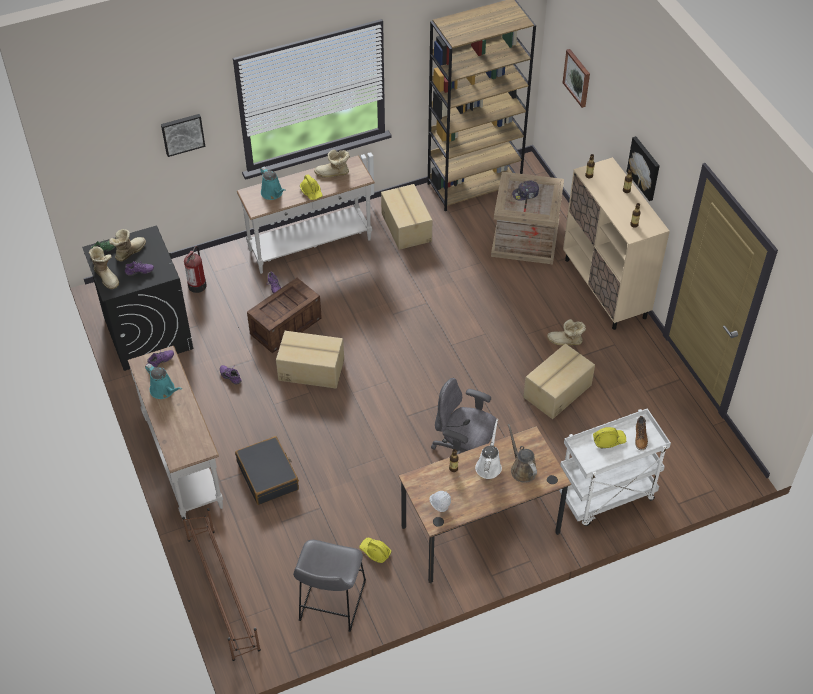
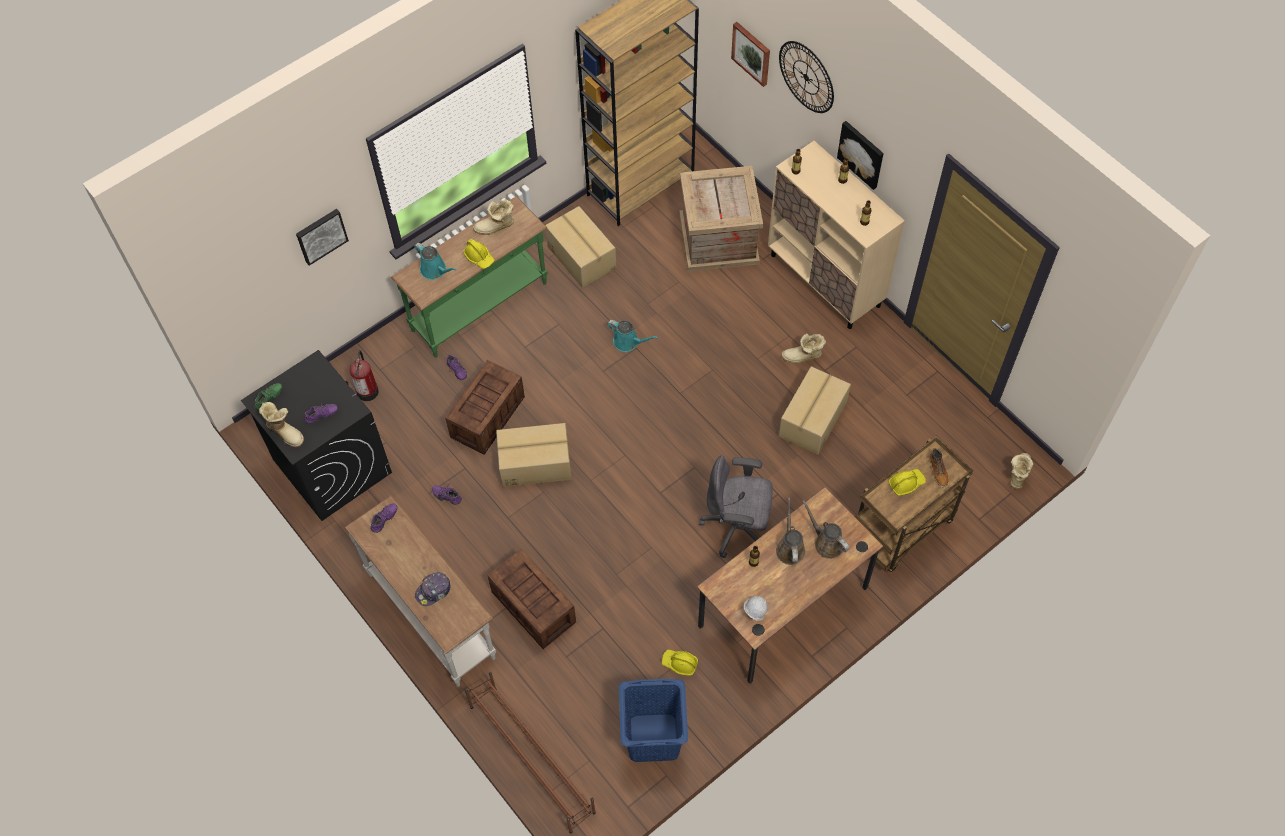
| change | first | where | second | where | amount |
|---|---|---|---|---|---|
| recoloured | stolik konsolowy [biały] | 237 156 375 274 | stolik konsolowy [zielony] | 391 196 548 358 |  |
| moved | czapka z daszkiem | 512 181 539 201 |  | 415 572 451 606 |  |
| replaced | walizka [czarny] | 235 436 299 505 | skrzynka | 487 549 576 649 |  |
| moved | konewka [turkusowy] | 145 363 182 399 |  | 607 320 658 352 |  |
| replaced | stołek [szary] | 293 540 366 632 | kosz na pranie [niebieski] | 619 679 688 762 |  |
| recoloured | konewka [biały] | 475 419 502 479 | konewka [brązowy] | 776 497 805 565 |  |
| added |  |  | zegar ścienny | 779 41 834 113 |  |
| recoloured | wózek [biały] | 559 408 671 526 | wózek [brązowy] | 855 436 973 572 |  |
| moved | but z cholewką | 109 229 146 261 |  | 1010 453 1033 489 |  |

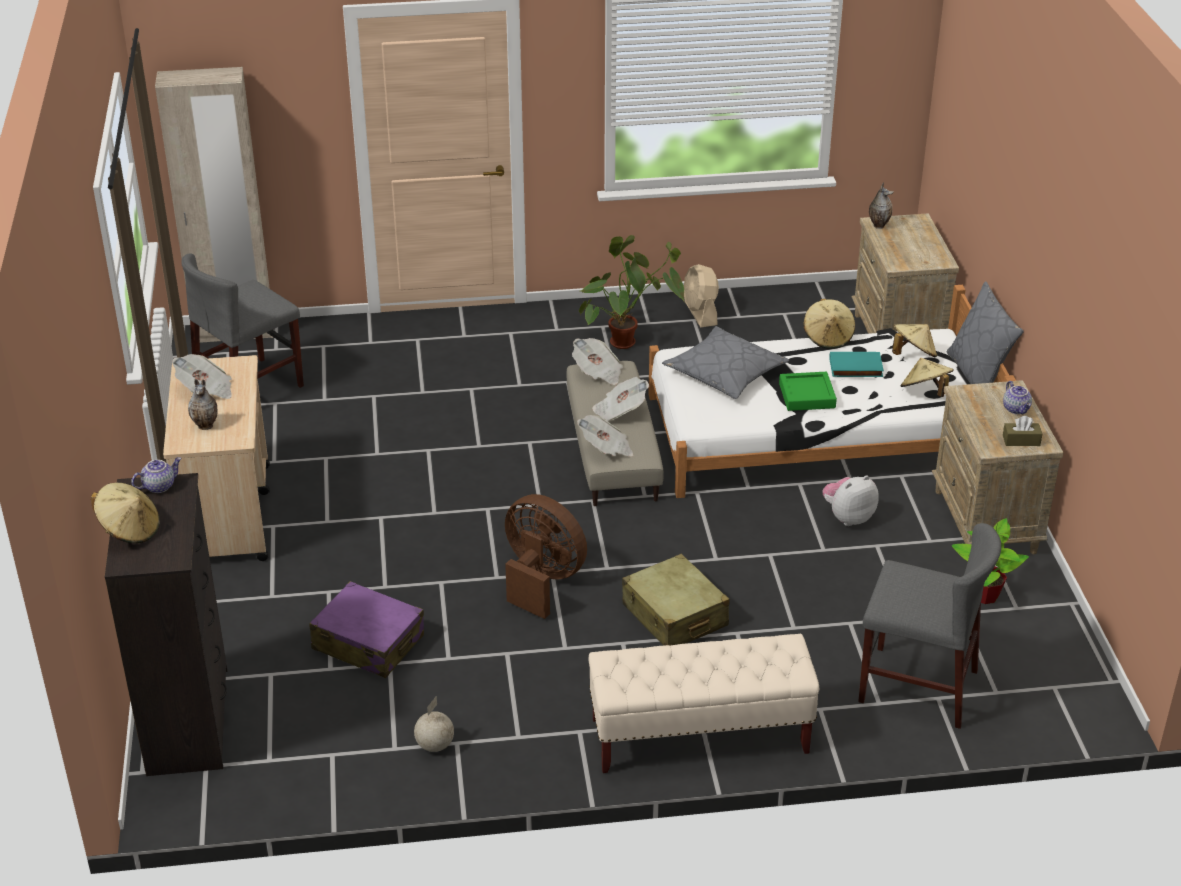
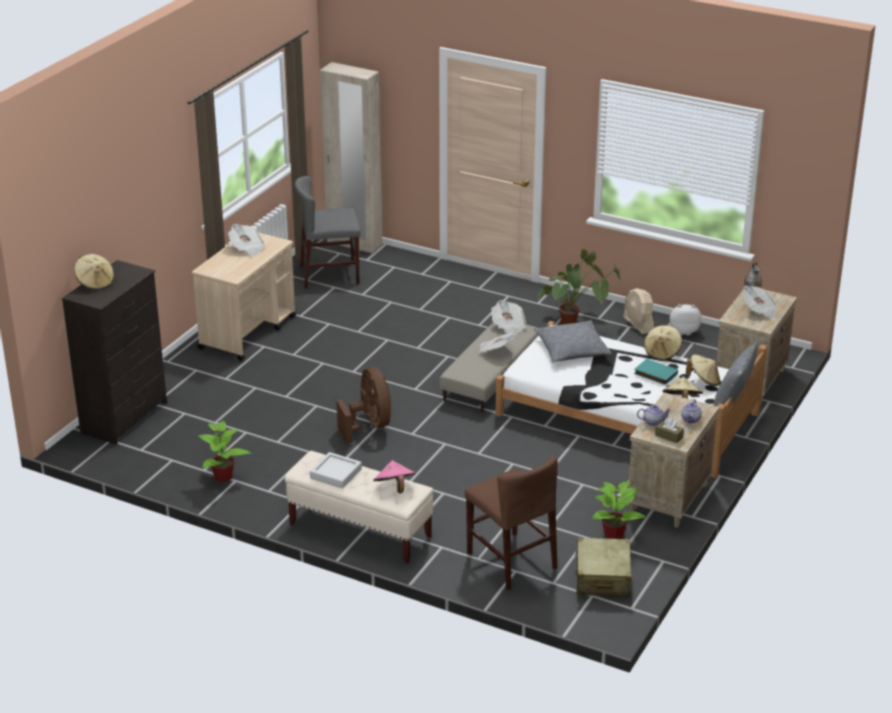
| change | first | where | second | where | amount |
|---|---|---|---|---|---|
| replaced | globus | 414 695 454 752 | roślina doniczkowa | 198 421 252 482 |  |
| added |  |  | taca [szary] | 310 452 362 489 |  |
| added |  |  | kapelusz [różowy] | 373 460 416 493 |  |
| recoloured | krzesło [szary] | 858 523 1001 729 | krzesło [brązowy] | 465 456 558 590 |  |
| moved | walizka [beżowy] | 622 554 729 646 |  | 575 538 632 597 |  |
| turned | wentylator [beżowy] | 684 264 719 328 |  | 623 288 654 334 | 45 degrees counterclockwise |
| moved | imbryk | 131 457 182 493 |  | 637 405 671 426 |  |
| moved | pluszak | 822 475 879 526 |  | 669 304 702 335 |  |
| moved | gazeta | 577 415 633 456 |  | 743 286 779 320 |  |
| removed | wazon | 188 379 218 430 |  |  |  |
| removed | walizka [fioletowy] | 309 581 424 678 |  |  |  |
| removed | taca [zielony] | 779 372 837 411 |  |  |  |

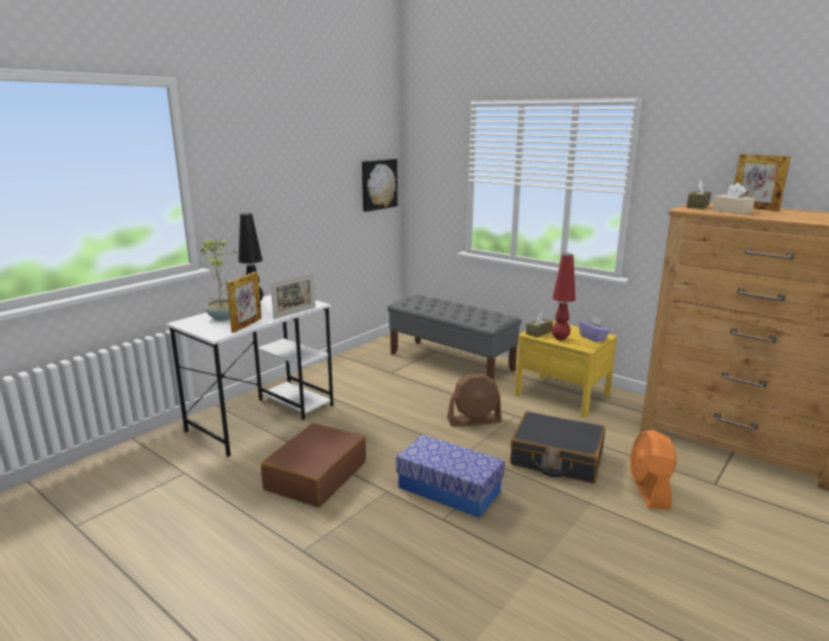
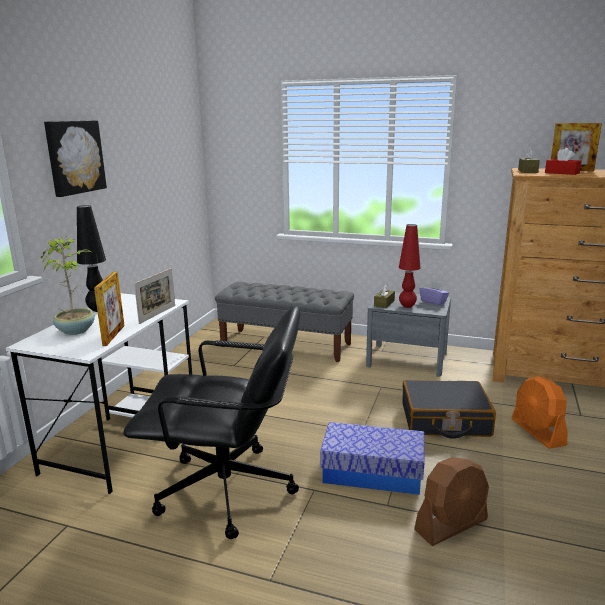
| change | first | where | second | where | amount |
|---|---|---|---|---|---|
| moved | obraz | 362 159 398 212 |  | 44 120 107 197 |  |
| replaced | walizka [brązowy] | 261 423 366 507 | krzesło biurowe [czarny] | 123 306 300 539 |  |
| recoloured | szafka nocna [żółty] | 515 320 617 417 | szafka nocna [szary] | 366 291 451 377 |  |
| moved | wentylator [brązowy] | 447 373 502 426 |  | 414 457 489 546 |  |
| recoloured | pudełko chusteczek [beżowy] | 712 183 755 214 | pudełko chusteczek [czerwony] | 545 148 582 175 |  |

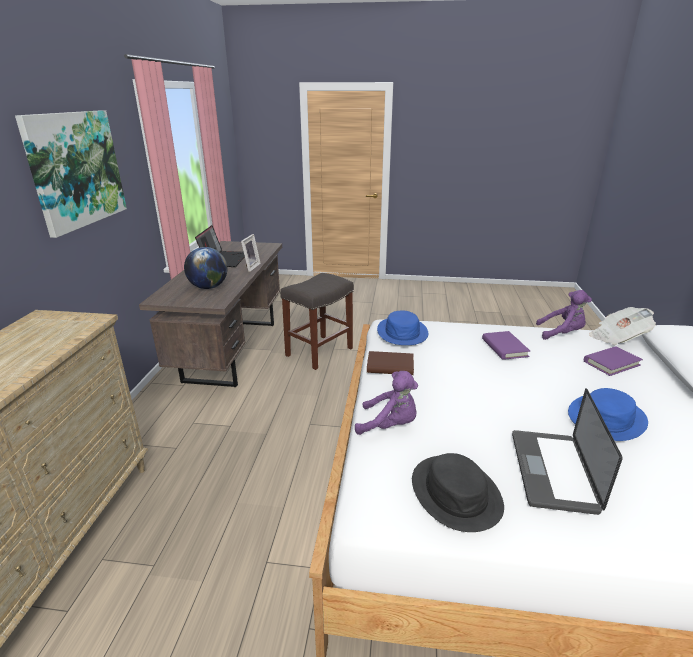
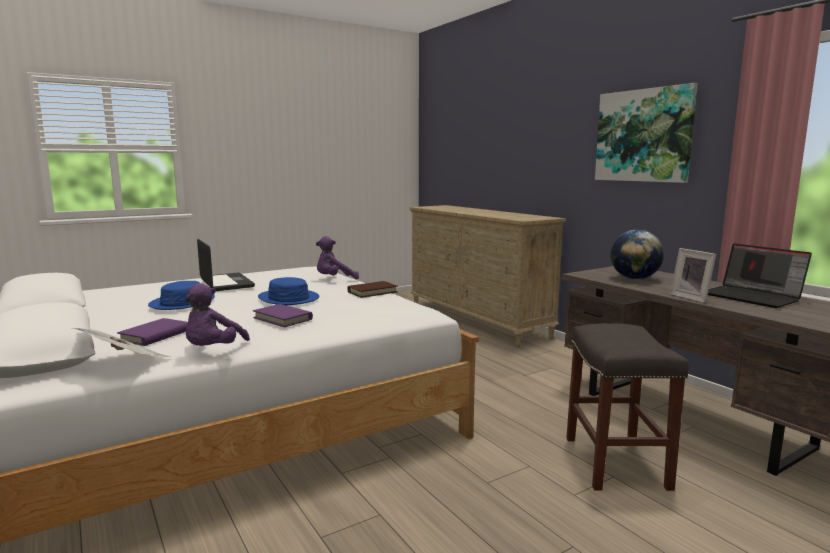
| change | first | where | second | where | amount |
|---|---|---|---|---|---|
| turned | pluszak [fioletowy] | 536 290 592 340 |  | 185 283 250 346 | 45 degrees counterclockwise |
| moved | kapelusz [niebieski] | 377 311 428 345 |  | 258 277 319 305 |  |
| removed | kapelusz [czarny] | 412 453 504 532 |  |  |  |

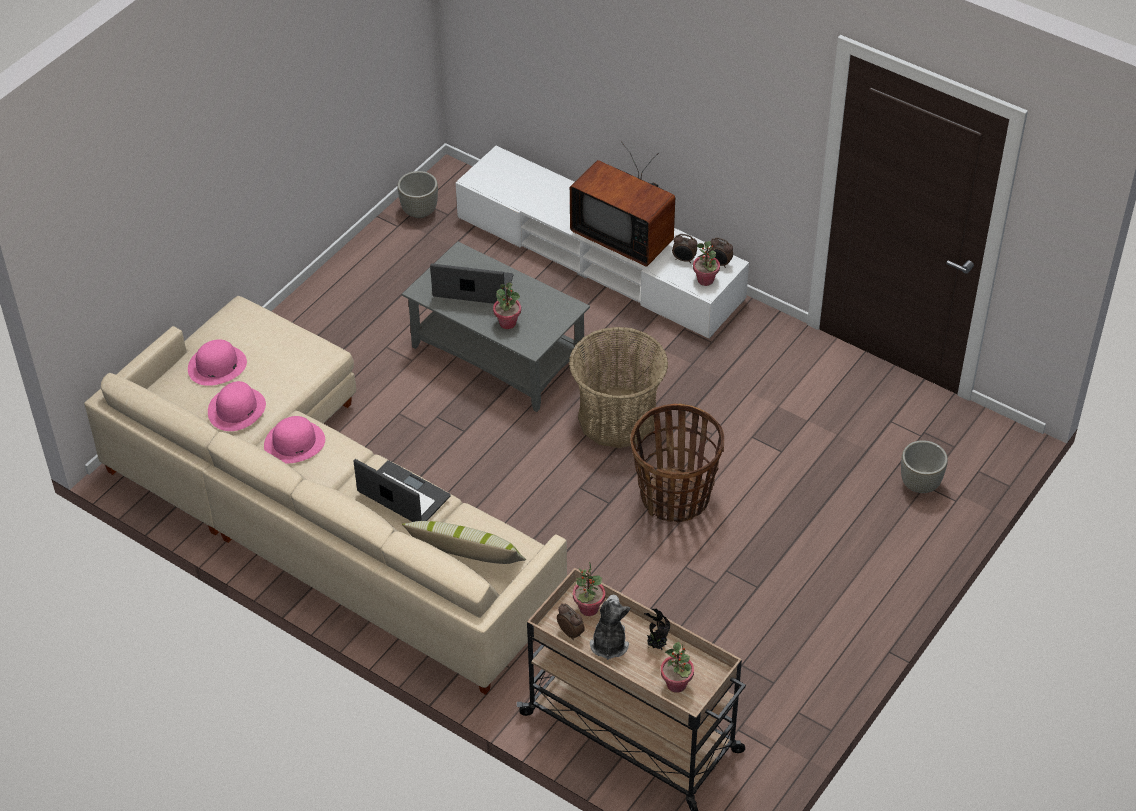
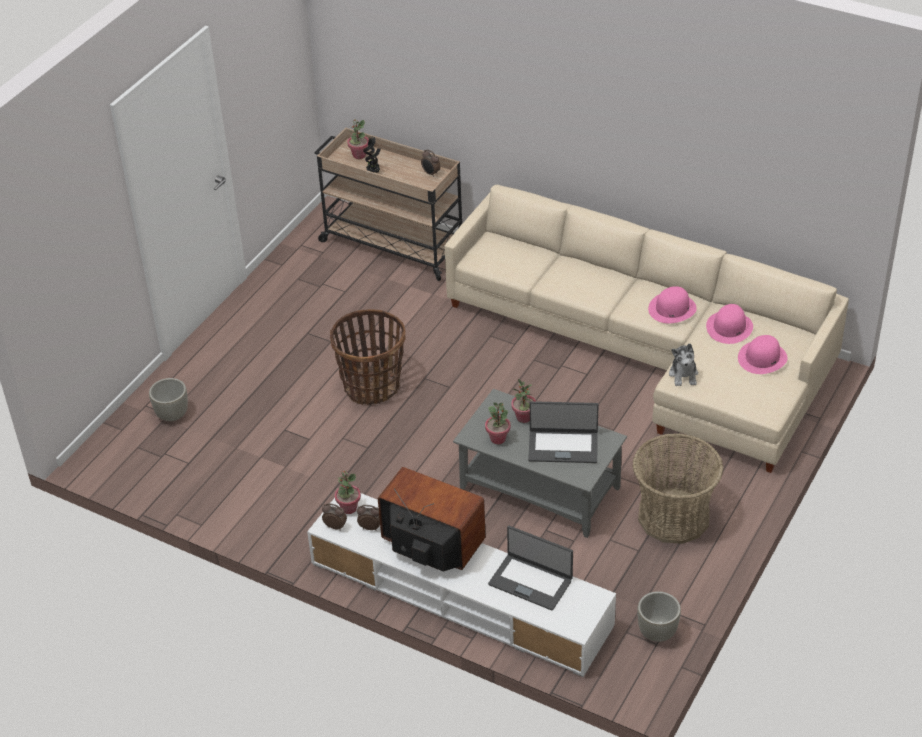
| change | first | where | second | where | amount |
|---|---|---|---|---|---|
| moved | roślina doniczkowa | 573 562 605 616 |  | 485 402 511 444 |  |
| moved | laptop | 353 459 451 522 |  | 488 526 573 611 |  |
| moved | koszyk | 569 327 668 448 |  | 633 433 724 544 |  |
| moved | pluszak | 590 595 630 660 |  | 669 343 698 386 |  |
| removed | poduszka | 402 521 526 564 |  |  |  |

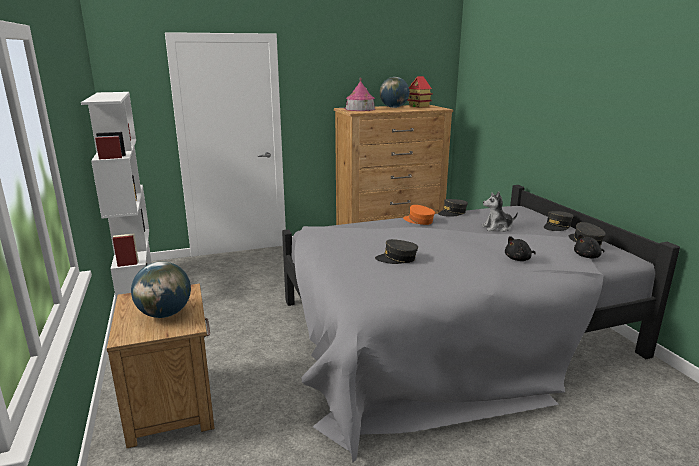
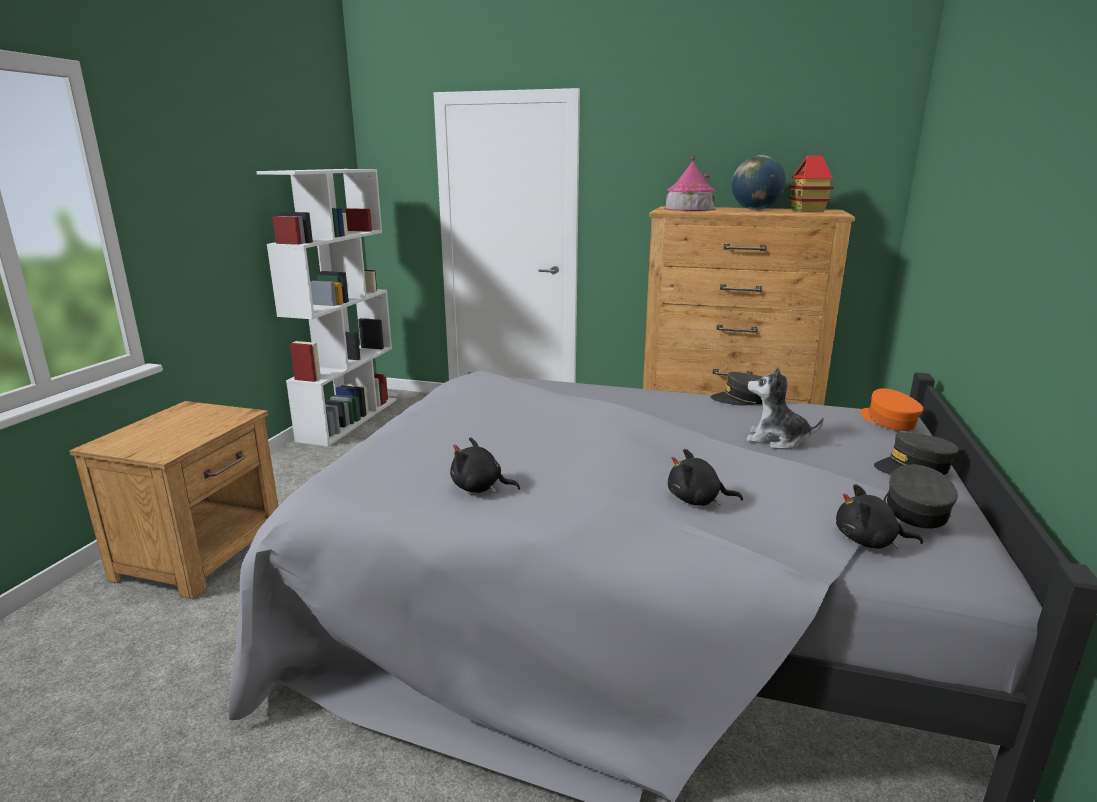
| change | first | where | second | where | amount |
|---|---|---|---|---|---|
| added |  |  | pluszak [czarny] | 450 437 520 493 |  |
| moved | czapka z daszkiem [pomarańczowy] | 403 205 435 225 |  | 860 388 923 431 |  |
| removed | globus | 131 261 191 318 |  |  |  |
| removed | czapka z daszkiem [szary] | 375 239 418 264 |  |  |  |

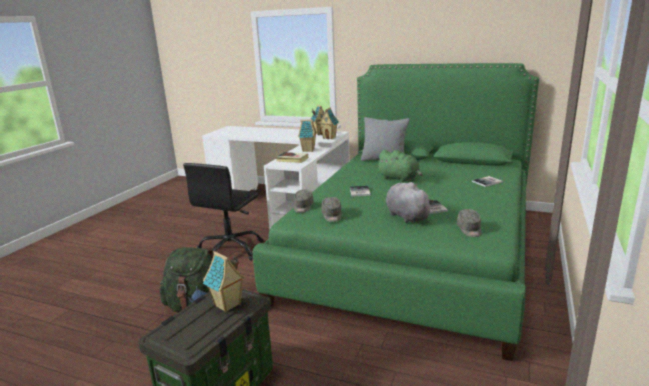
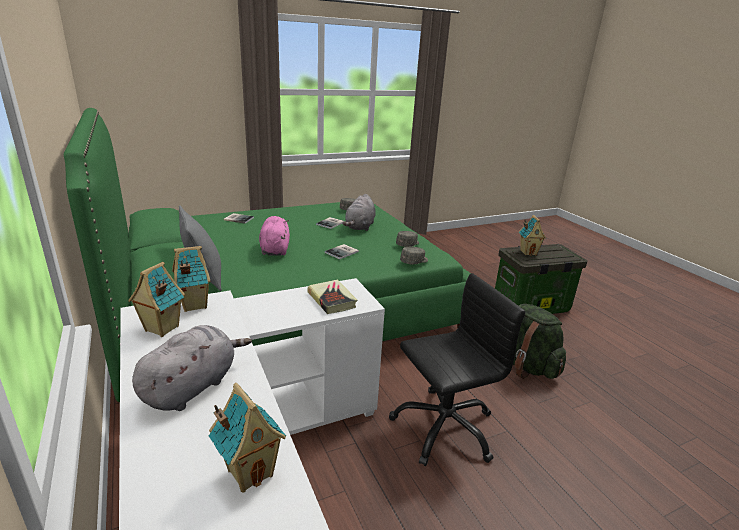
| change | first | where | second | where | amount |
|---|---|---|---|---|---|
| added |  |  | pluszak [szary] | 132 325 252 411 |  |
| moved | domek | 298 120 317 152 |  | 209 383 286 493 |  |
| recoloured | pluszak [zielony] | 376 150 423 182 | pluszak [różowy] | 259 216 290 256 |  |

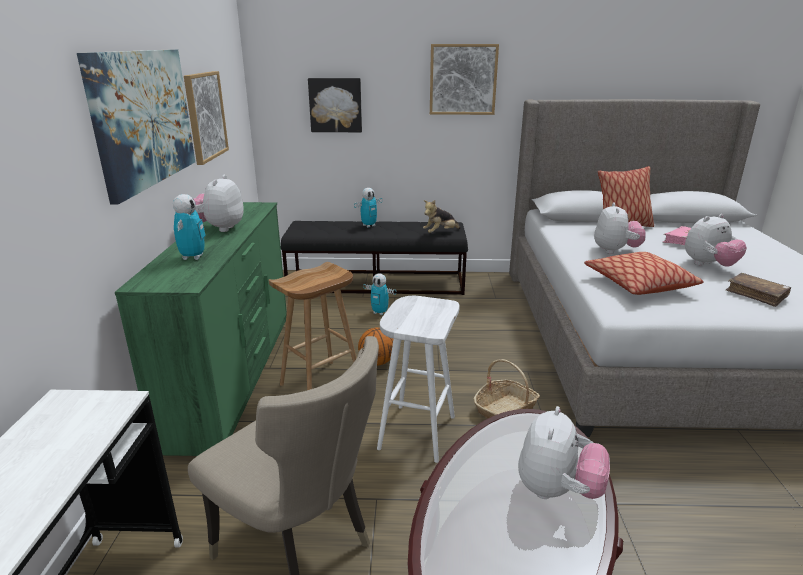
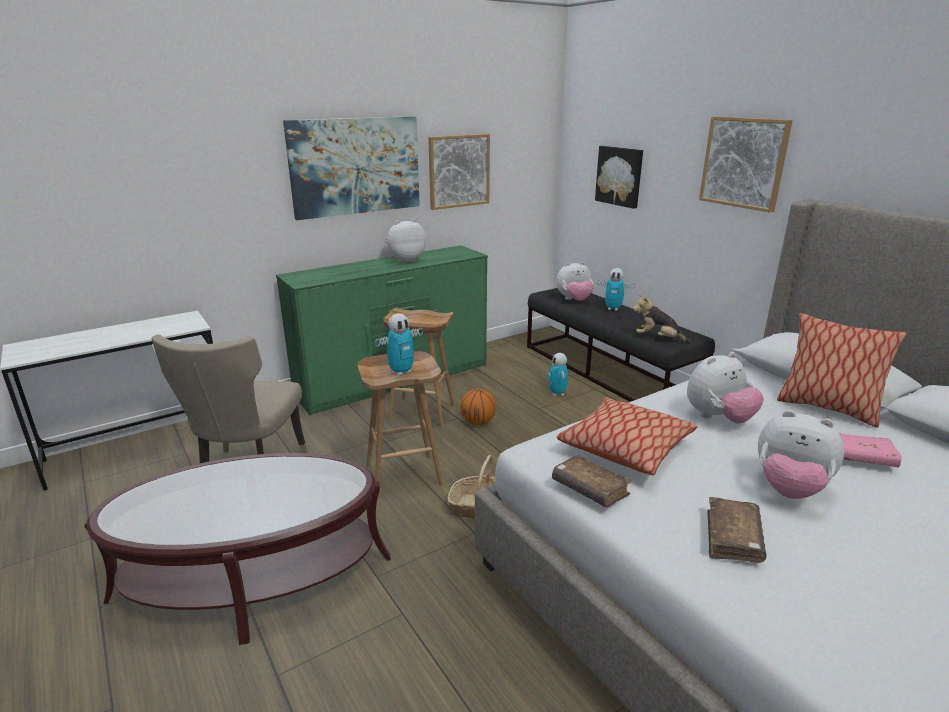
| change | first | where | second | where | amount |
|---|---|---|---|---|---|
| recoloured | stołek [biały] | 377 296 459 463 | stołek [brązowy] | 358 351 443 497 |  |
| moved | robot zabawkowy | 173 194 206 260 |  | 375 313 423 376 |  |
| added |  |  | książka [brązowy] | 552 455 632 508 |  |
| moved | pluszak | 518 406 610 499 |  | 556 262 594 301 |  |

